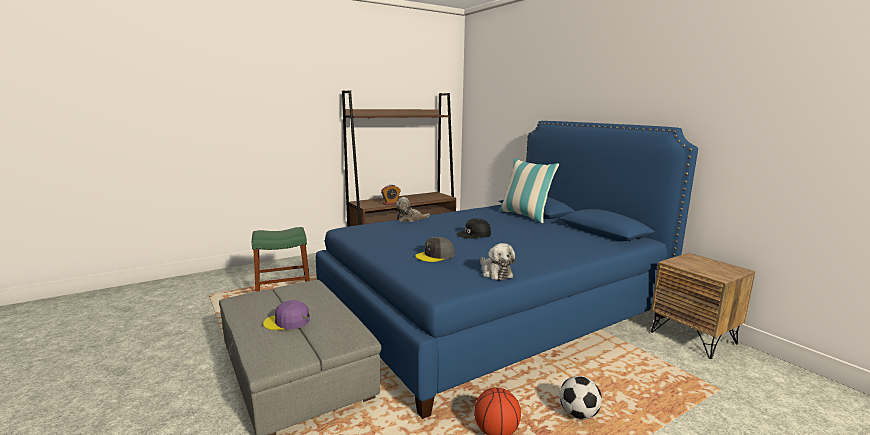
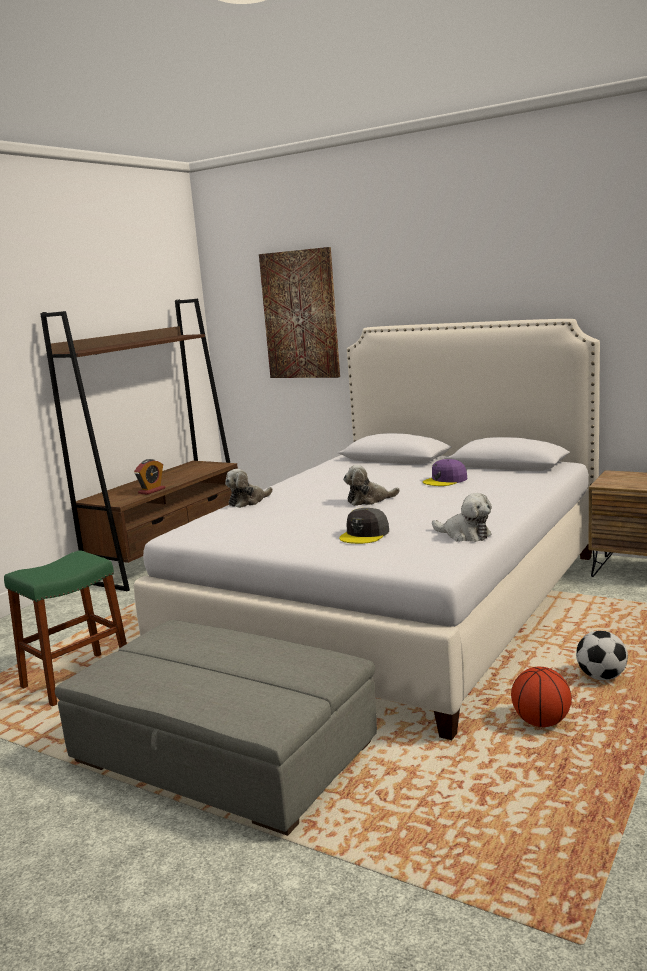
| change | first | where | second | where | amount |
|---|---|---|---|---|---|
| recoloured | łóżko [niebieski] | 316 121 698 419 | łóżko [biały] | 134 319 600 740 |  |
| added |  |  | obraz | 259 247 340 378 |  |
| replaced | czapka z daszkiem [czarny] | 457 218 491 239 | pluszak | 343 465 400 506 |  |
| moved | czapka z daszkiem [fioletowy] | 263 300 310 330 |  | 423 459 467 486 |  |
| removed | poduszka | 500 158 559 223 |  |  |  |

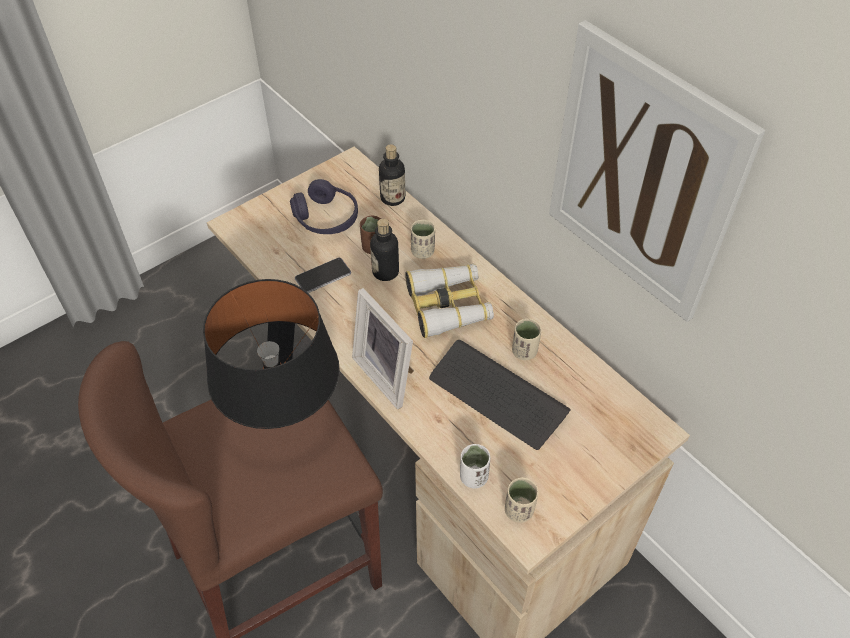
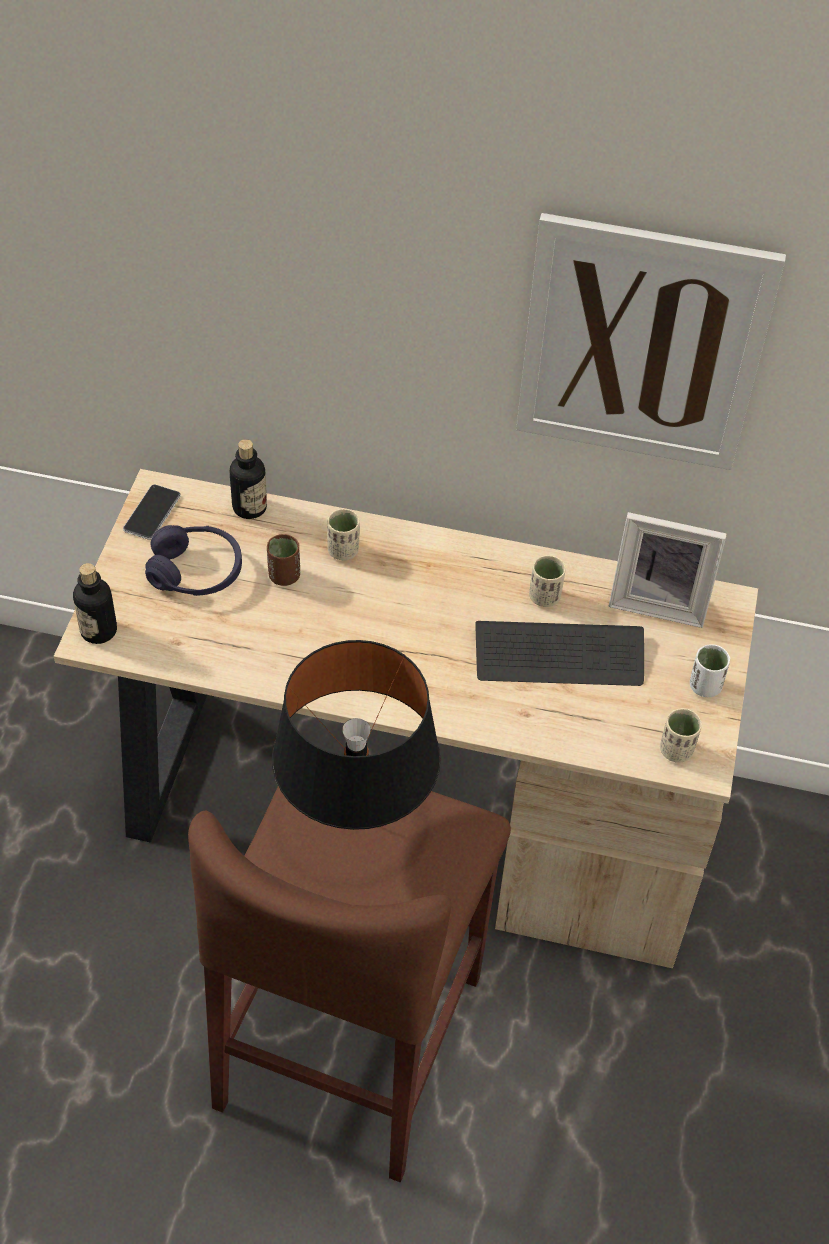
| change | first | where | second | where | amount |
|---|---|---|---|---|---|
| moved | butelka | 370 219 399 281 |  | 73 563 117 644 |  |
| moved | telefon | 295 258 351 293 |  | 123 485 181 540 |  |
| moved | ramka na zdjęcie | 352 288 415 409 |  | 609 512 727 628 |  |
| moved | filiżanka [biały] | 460 444 490 488 |  | 690 644 730 697 |  |
| removed | lornetka | 405 264 494 338 |  |  |  |

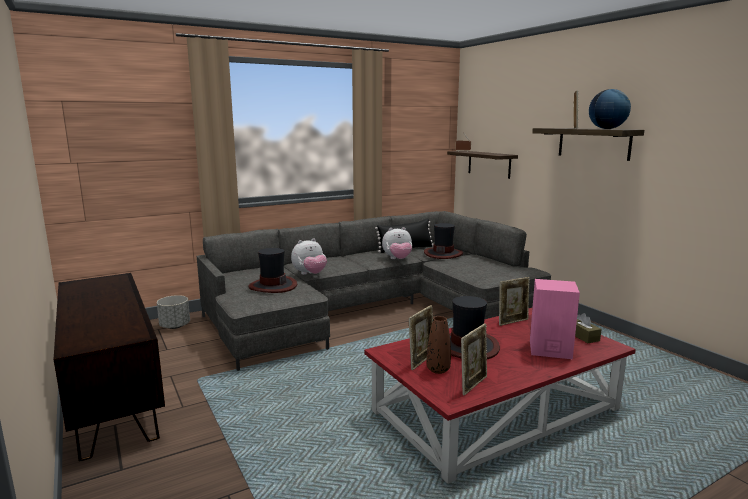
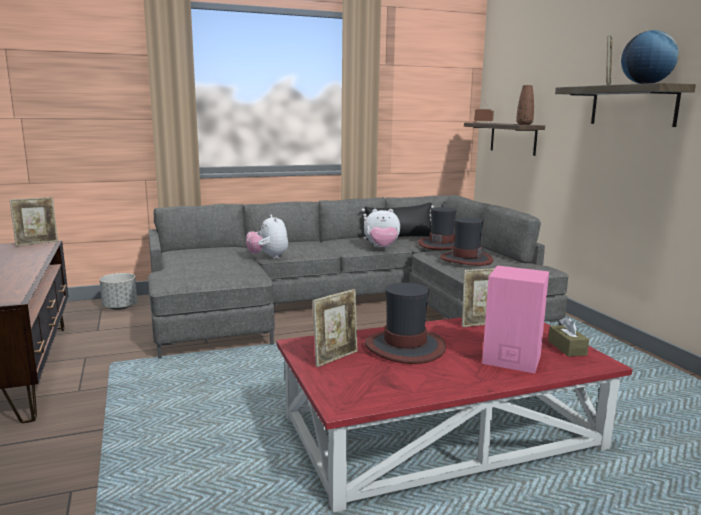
| change | first | where | second | where | amount |
|---|---|---|---|---|---|
| moved | ramka na zdjęcie | 461 323 487 396 |  | 10 197 58 246 |  |
| turned | pluszak | 291 238 327 275 |  | 246 215 288 259 | 90 degrees clockwise |
| moved | kapelusz | 248 248 297 293 |  | 440 218 494 266 |  |
| moved | wazon [brązowy] | 427 316 451 374 |  | 516 85 534 125 |  |

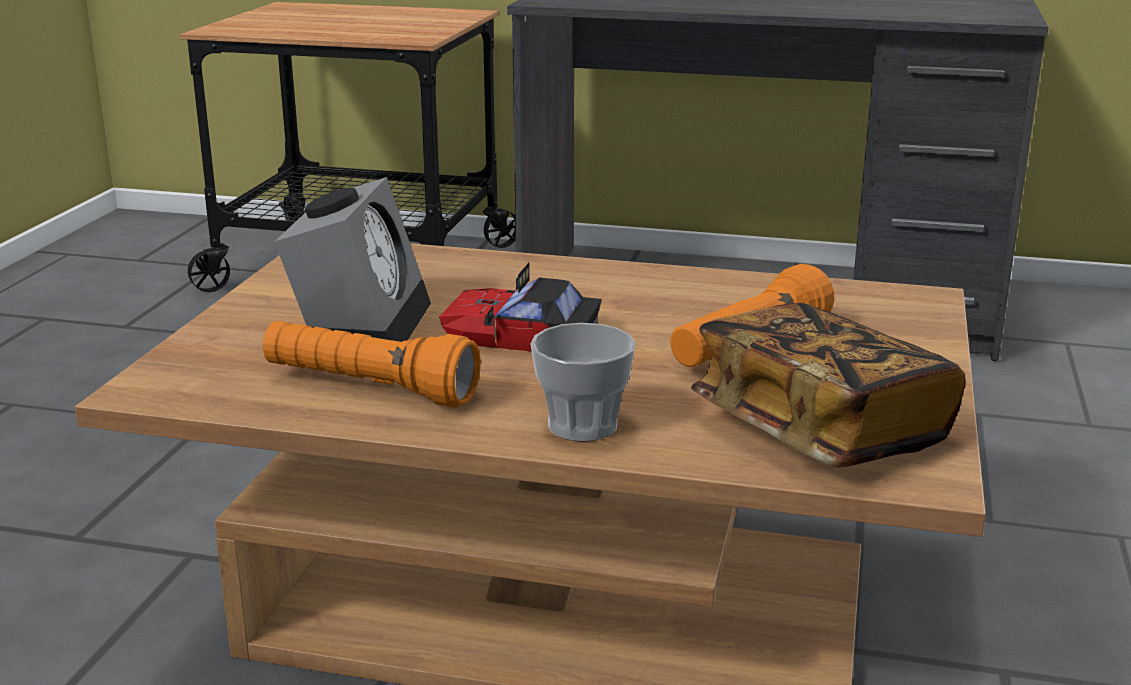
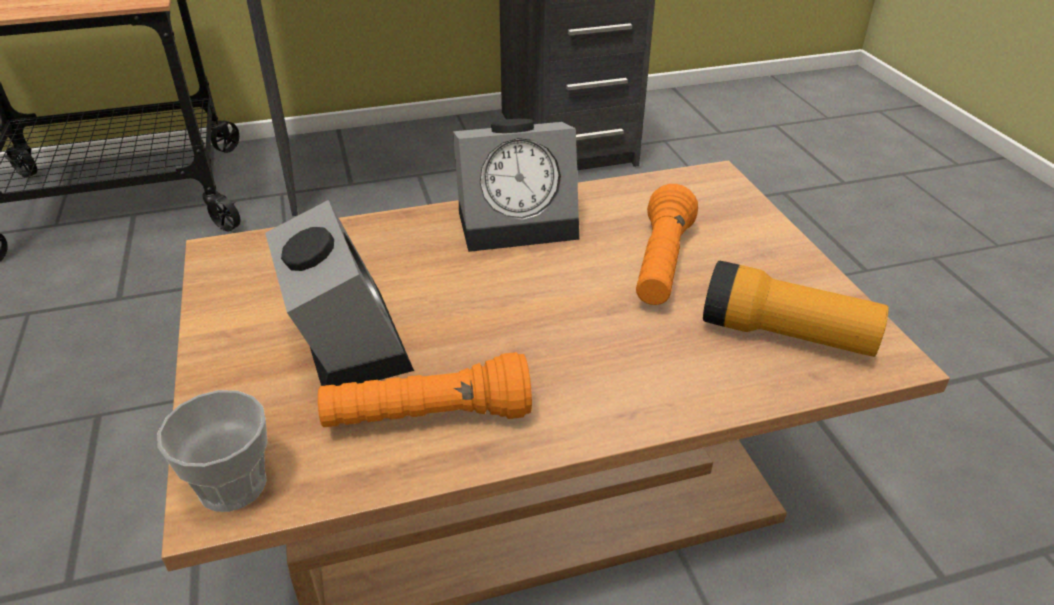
| change | first | where | second | where | amount |
|---|---|---|---|---|---|
| moved | filiżanka | 531 323 636 441 |  | 157 390 268 512 |  |
| added |  |  | budzik | 453 119 579 252 |  |
| replaced | książka | 691 303 965 468 | latarka | 703 261 889 357 |  |
| removed | samochodzik | 439 263 602 352 |  |  |  |

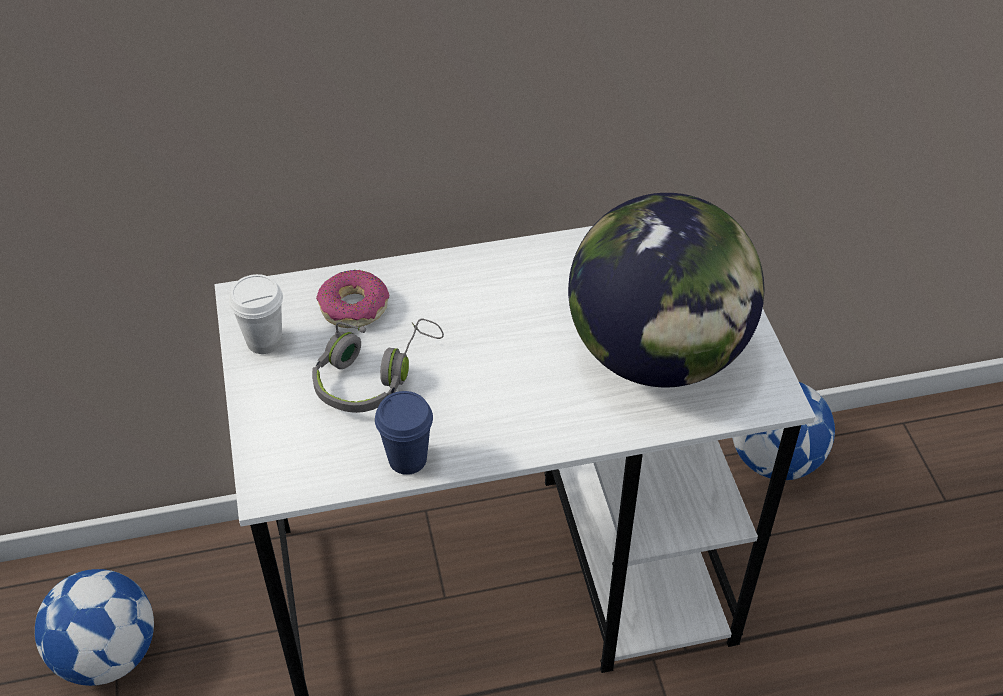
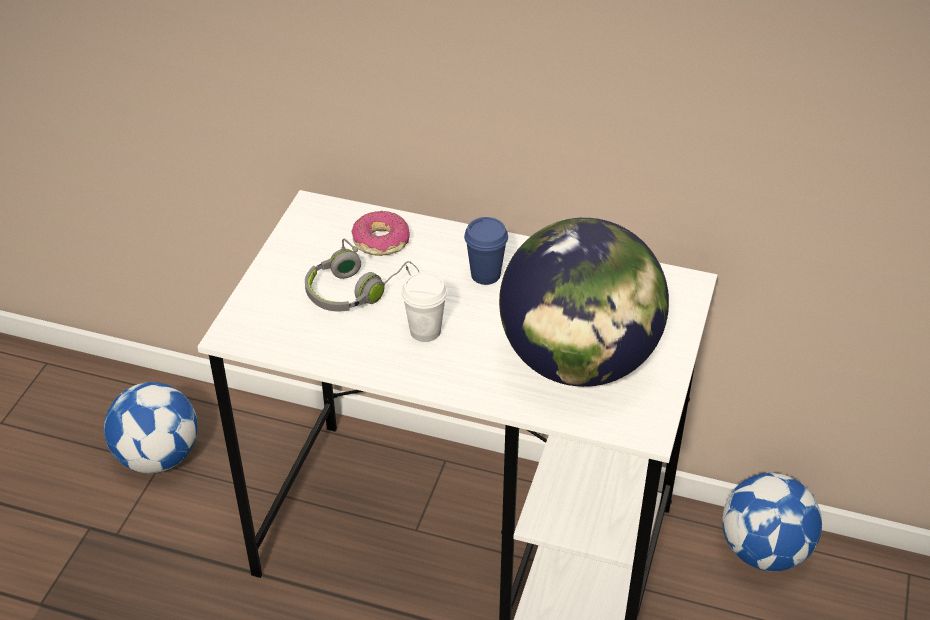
| change | first | where | second | where | amount |
|---|---|---|---|---|---|
| moved | filiżanka [biały] | 229 274 283 354 |  | 401 272 448 342 |  |
| moved | filiżanka [niebieski] | 375 391 433 475 |  | 464 217 508 285 |  |

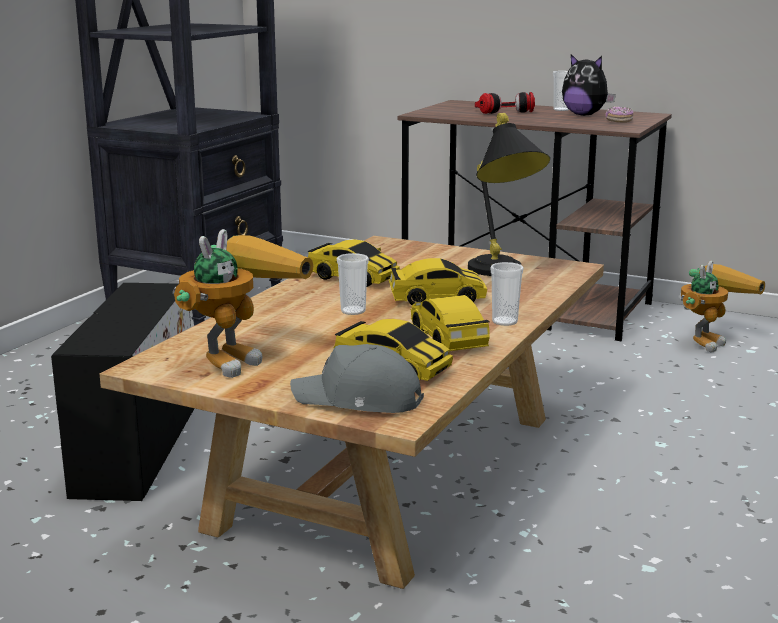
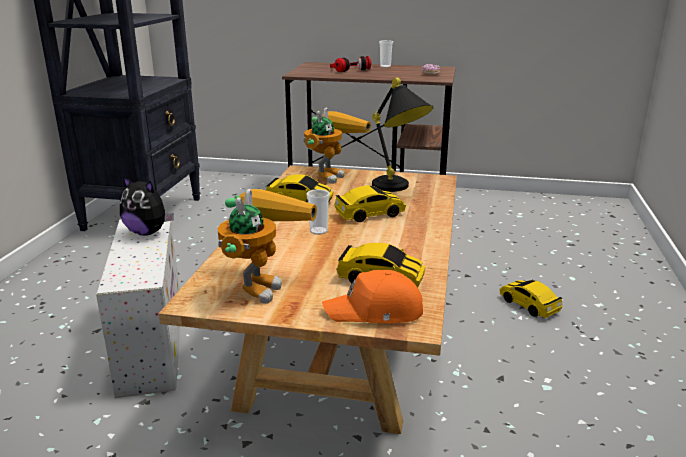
| change | first | where | second | where | amount |
|---|---|---|---|---|---|
| recoloured | pojemnik do przechowywania [czarny] | 51 283 195 501 | pojemnik do przechowywania [biały] | 96 219 180 398 |  |
| moved | pluszak | 562 54 616 116 |  | 120 176 174 236 |  |
| moved | robot zabawkowy | 681 261 765 353 |  | 304 107 371 184 |  |
| recoloured | czapka z daszkiem [szary] | 290 344 424 413 | czapka z daszkiem [pomarańczowy] | 322 270 423 323 |  |
| moved | samochodzik | 410 295 490 351 |  | 500 280 563 318 |  |
| removed | filiżanka | 490 262 524 326 |  |  |  |

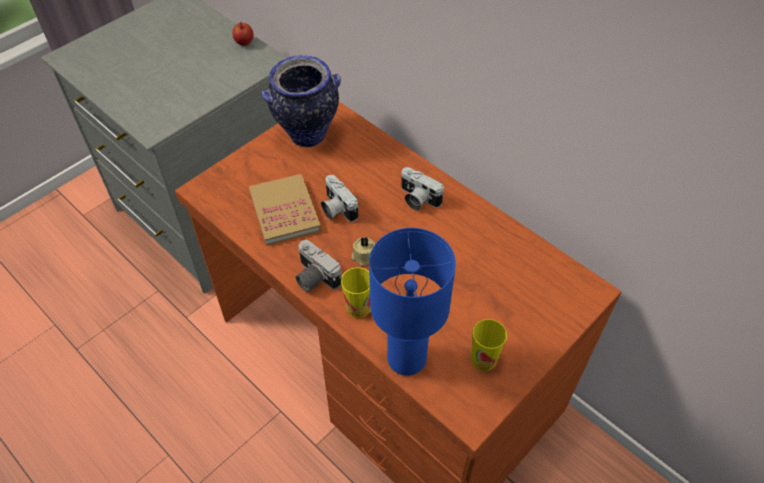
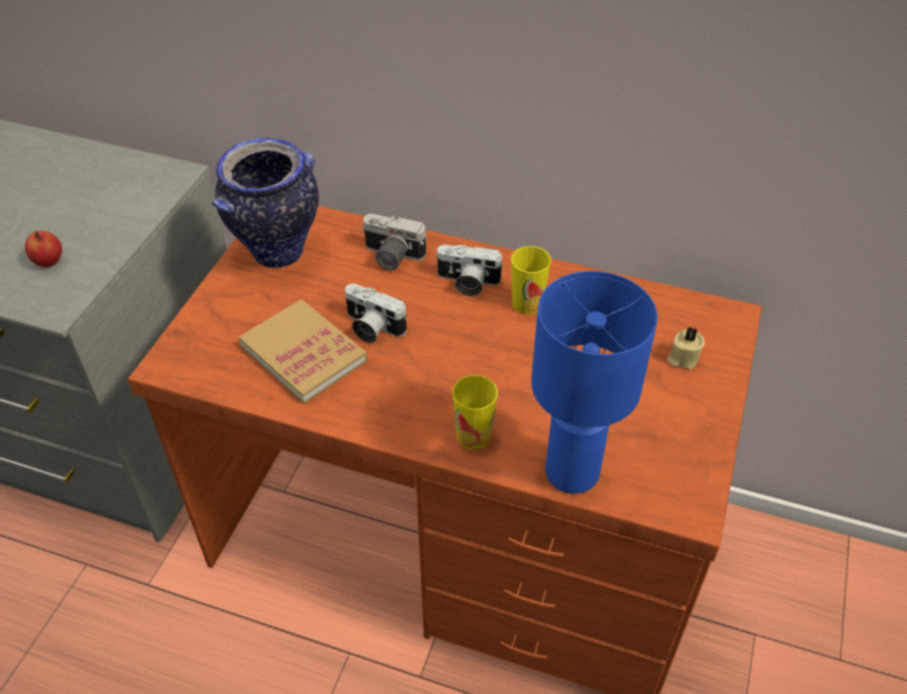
| change | first | where | second | where | amount |
|---|---|---|---|---|---|
| moved | jabłko | 232 22 254 46 |  | 25 231 62 267 |  |
| moved | aparat fotograficzny | 295 240 342 292 |  | 361 214 427 270 |  |
| moved | filiżanka | 471 319 507 371 |  | 511 246 551 314 |  |
| moved | świeca [beżowy] | 351 237 375 266 |  | 667 327 705 370 |  |

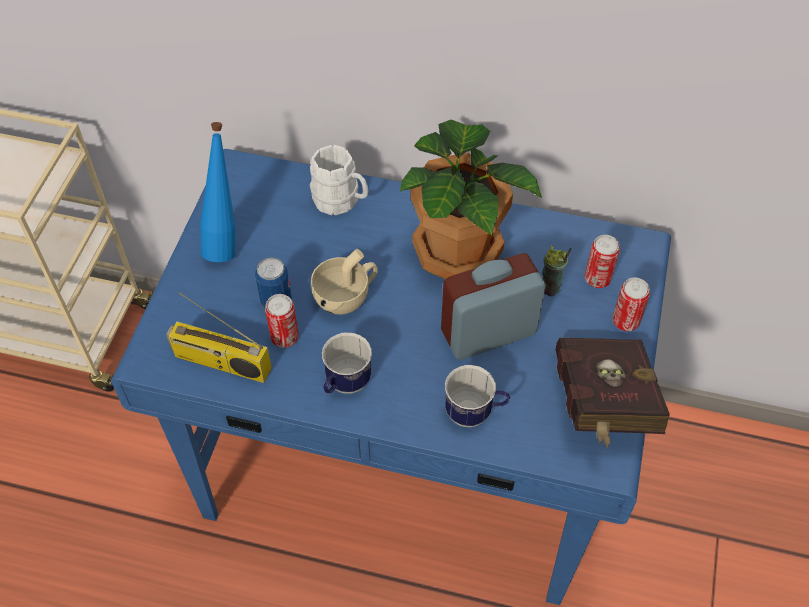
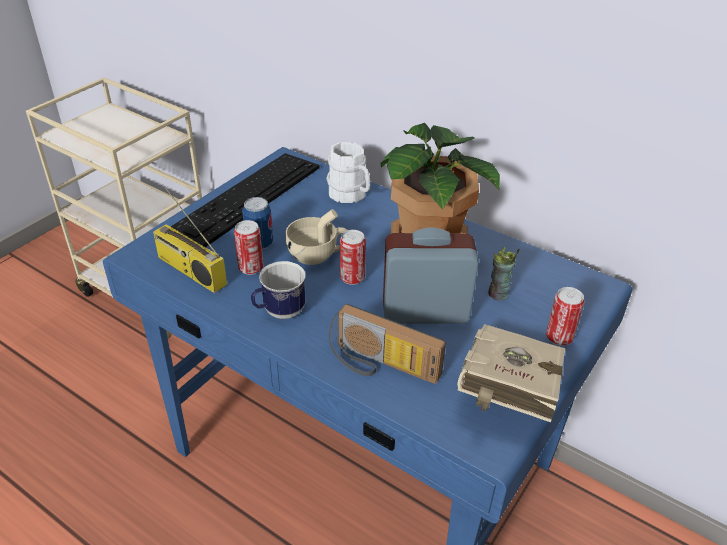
| change | first | where | second | where | amount |
|---|---|---|---|---|---|
| replaced | butelka [niebieski] | 200 122 235 262 | klawiatura | 171 153 319 247 |  |
| replaced | kubek | 445 365 510 427 | radio | 329 304 446 384 |  |
| moved | puszka | 585 235 620 288 |  | 340 230 366 285 |  |
| recoloured | książka [czerwony] | 556 337 670 448 | książka [beżowy] | 457 324 565 422 |  |

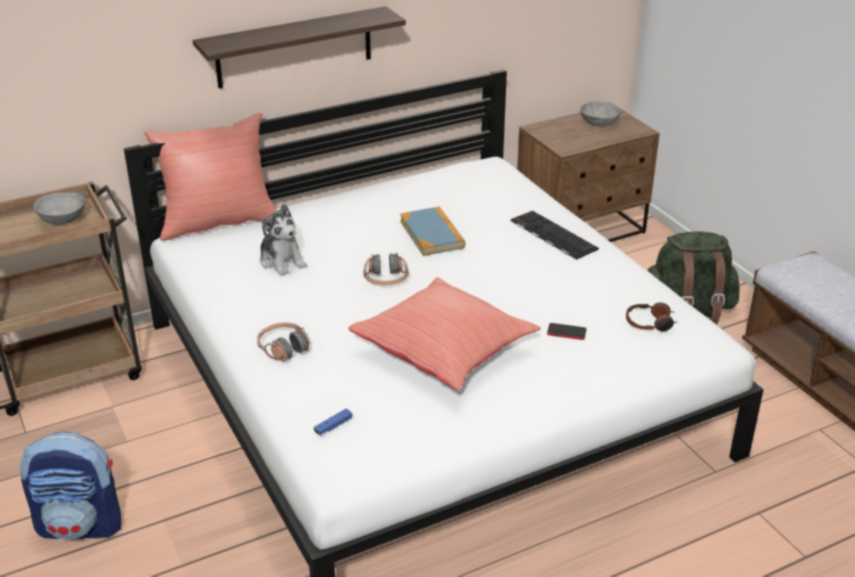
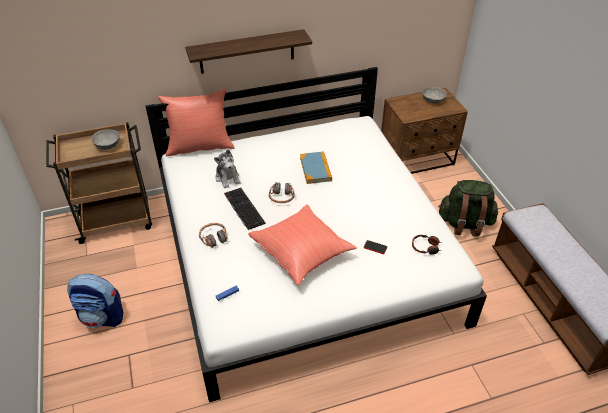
| change | first | where | second | where | amount |
|---|---|---|---|---|---|
| moved | klawiatura | 511 211 599 260 |  | 224 188 266 230 |  |

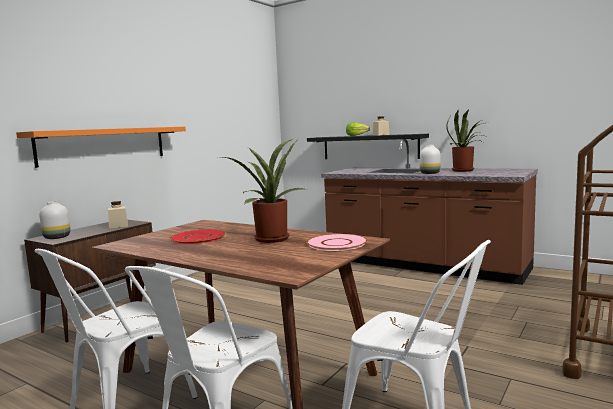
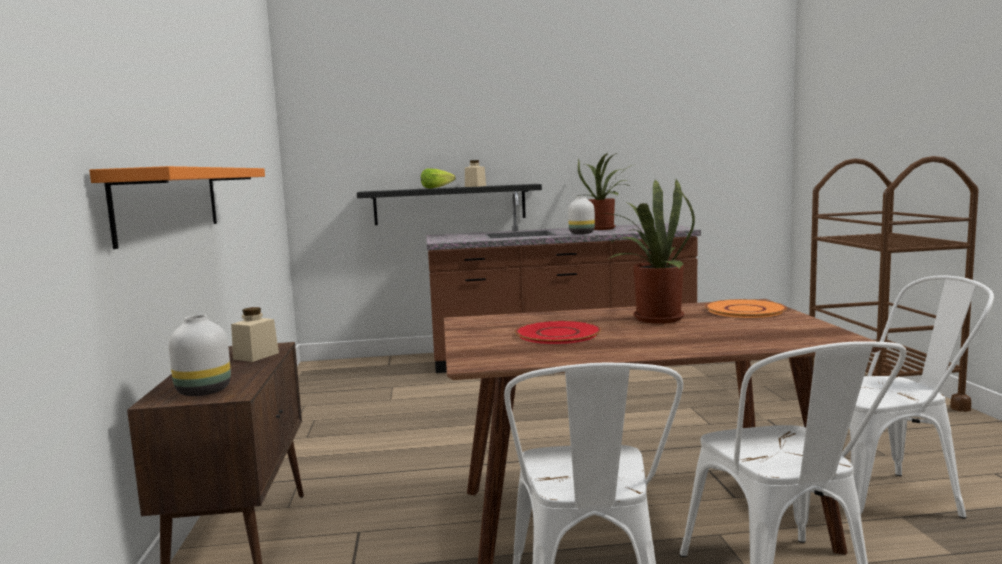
| change | first | where | second | where | amount |
|---|---|---|---|---|---|
| recoloured | talerz [różowy] | 306 234 368 251 | talerz [pomarańczowy] | 705 299 787 318 |  |

